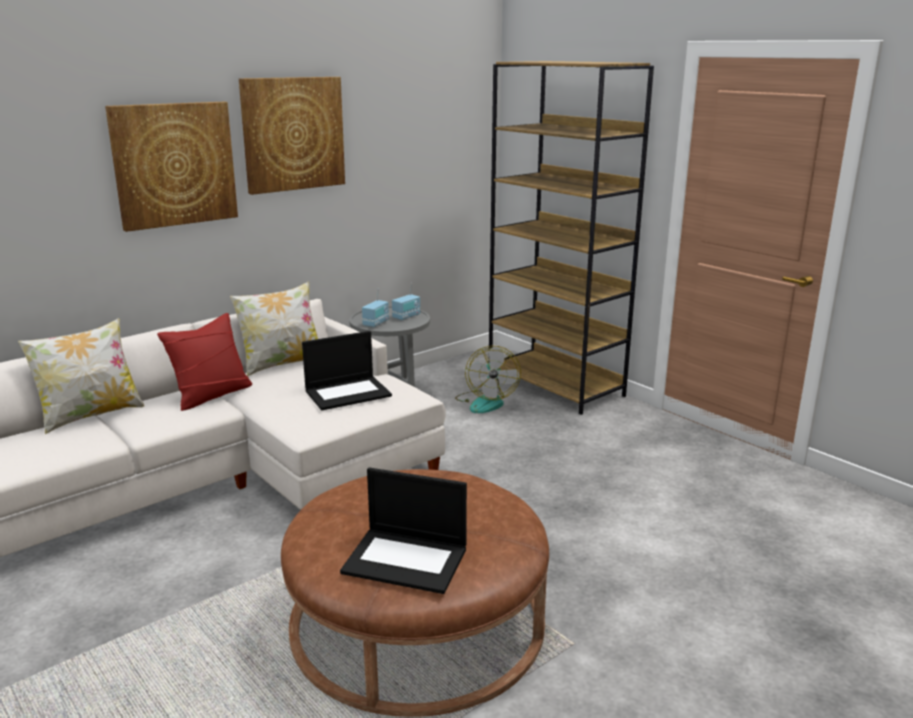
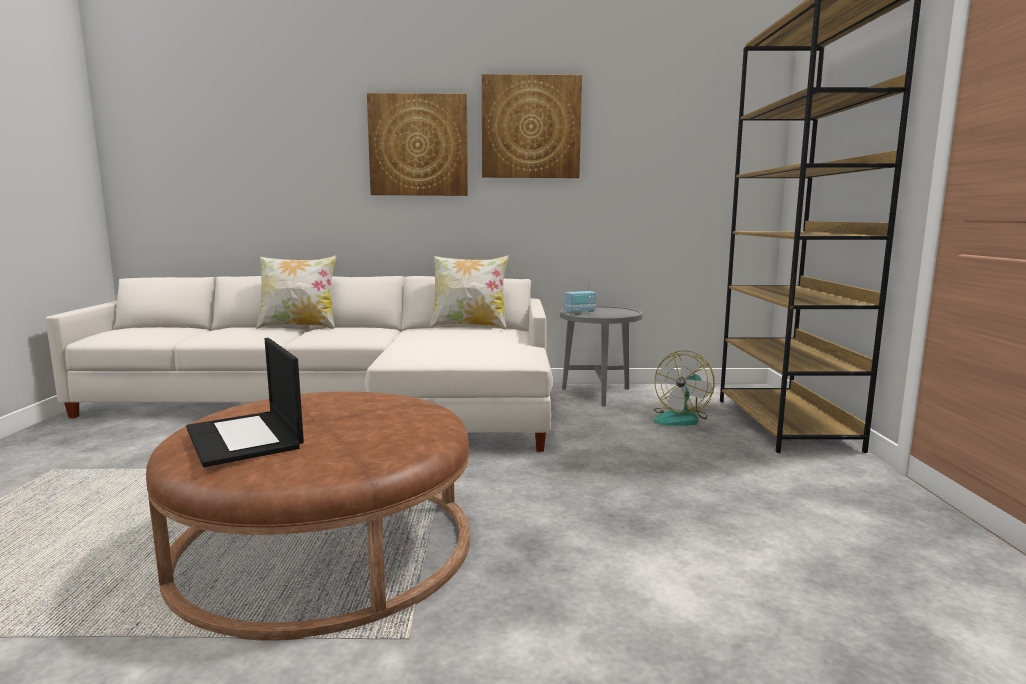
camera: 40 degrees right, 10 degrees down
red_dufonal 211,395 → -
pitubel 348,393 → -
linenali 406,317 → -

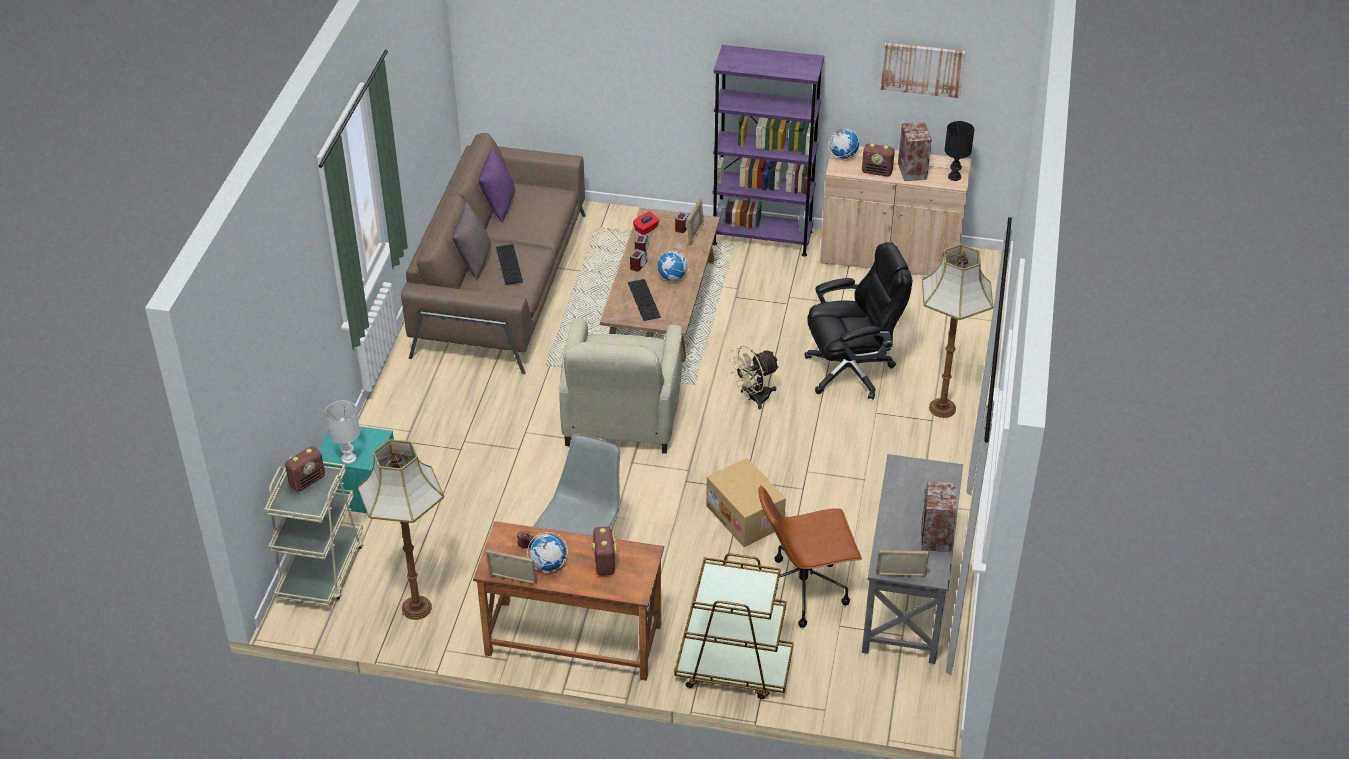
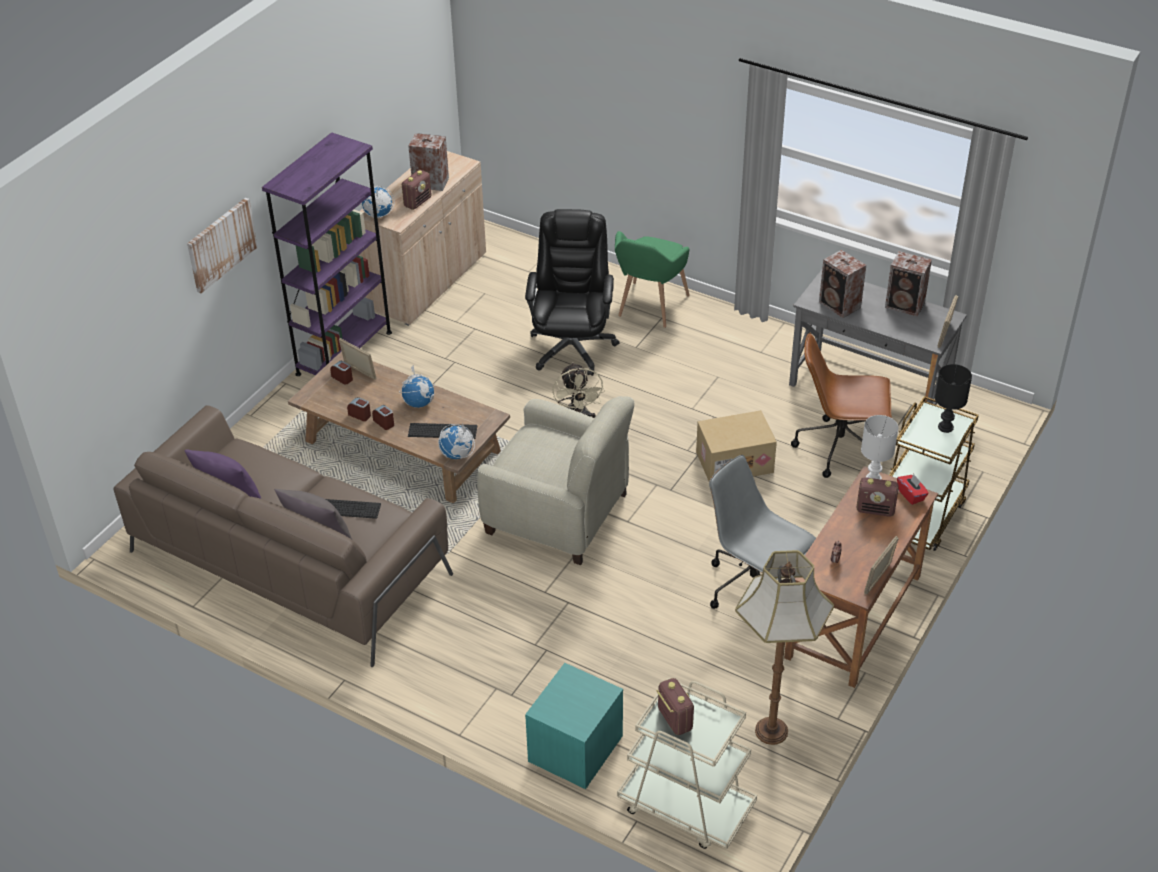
camera: 70 degrees left, 0 degrees up
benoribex 922,69 → benoribex 221,244, moved
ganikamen 548,565 → ganikamen 457,455, moved
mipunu 941,408 → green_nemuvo 649,308
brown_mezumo 804,589 → brown_mezumo 840,448, 90 degrees clockwise
- → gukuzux 840,305
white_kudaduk 348,459 → white_kudaduk 874,479, moved
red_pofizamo 646,229 → red_pofizamo 911,495, moved
black_kudaduk 955,177 → black_kudaduk 946,427, moved

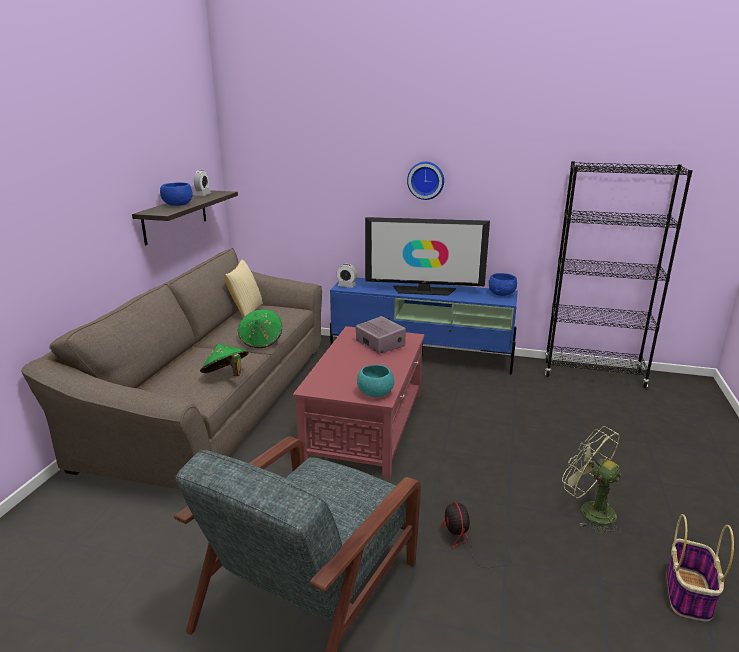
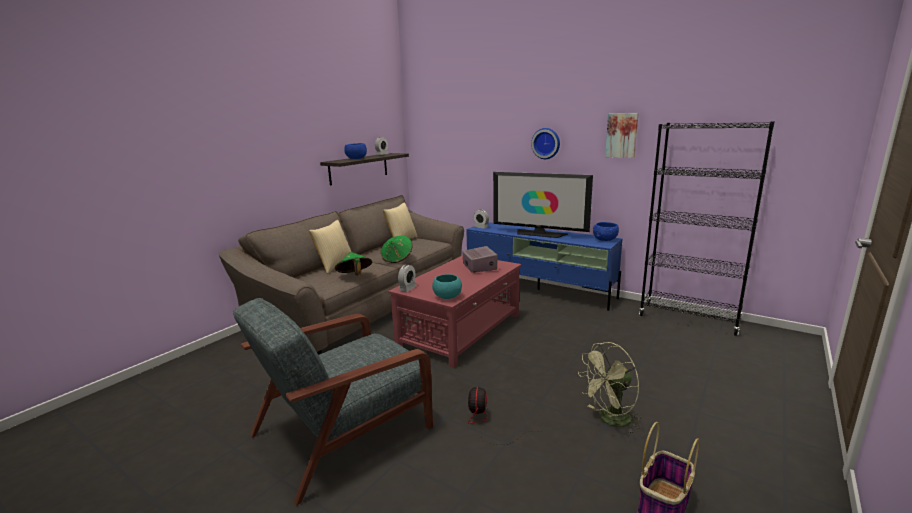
camera: 20 degrees right, 5 degrees down
- → dufonal 334,266
- → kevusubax 407,288
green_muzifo 589,510 → green_muzifo 610,420, 90 degrees counterclockwise
- → benoribex 621,135

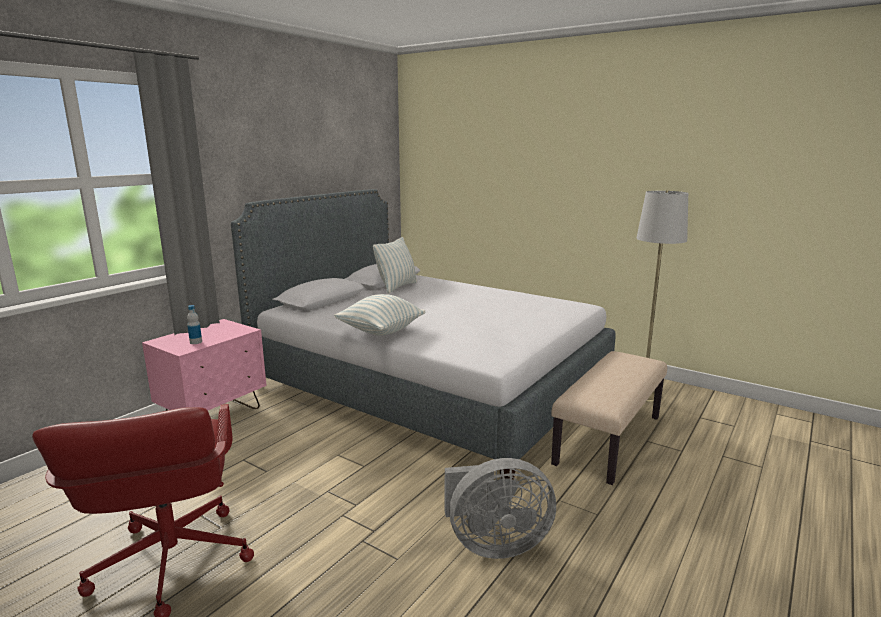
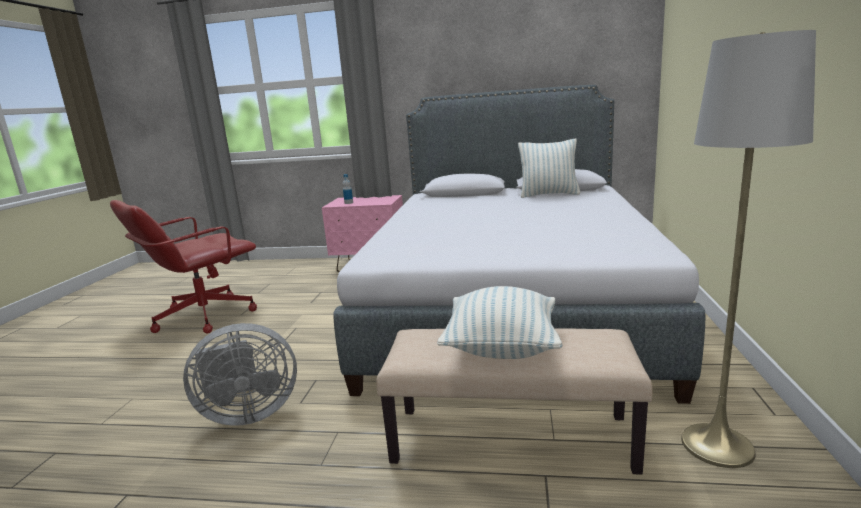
camera: 65 degrees right, 0 degrees up
grey_muzifo 494,544 → grey_muzifo 247,413, 75 degrees counterclockwise
dufonal 380,331 → dufonal 502,348, moved

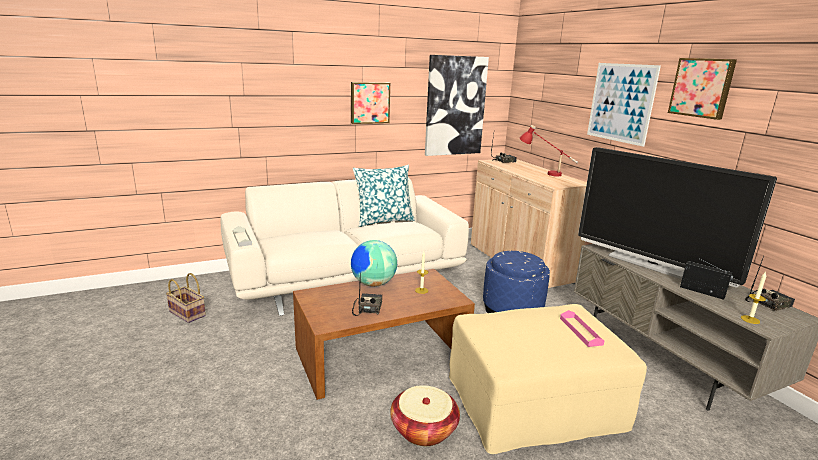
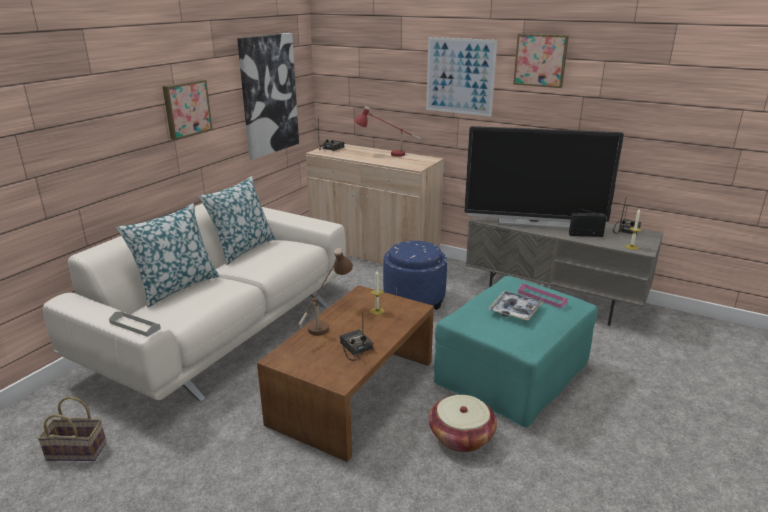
camera: 35 degrees left, 5 degrees up
- → dufonal 177,287
ganikamen 373,284 → brown_kudaduk 326,322
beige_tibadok 534,403 → turquoise_tibadok 511,374
- → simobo 515,310

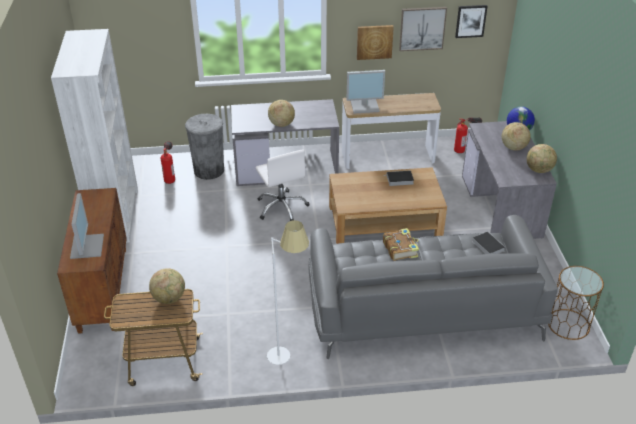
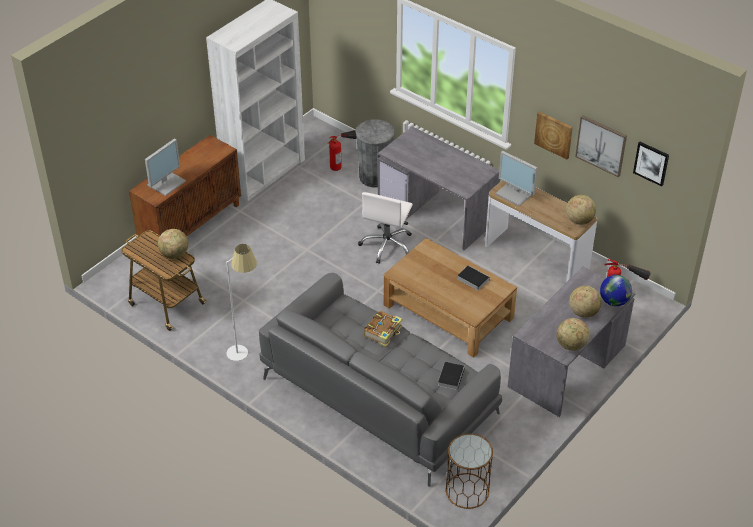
camera: 45 degrees right, 5 degrees up
ganikamen 281,124 → ganikamen 579,220, moved

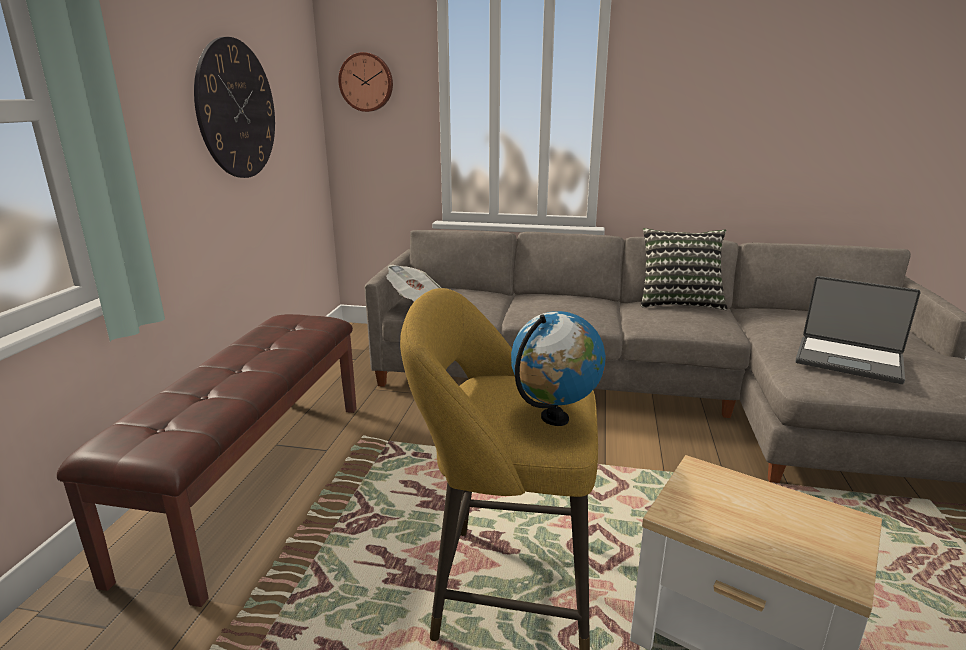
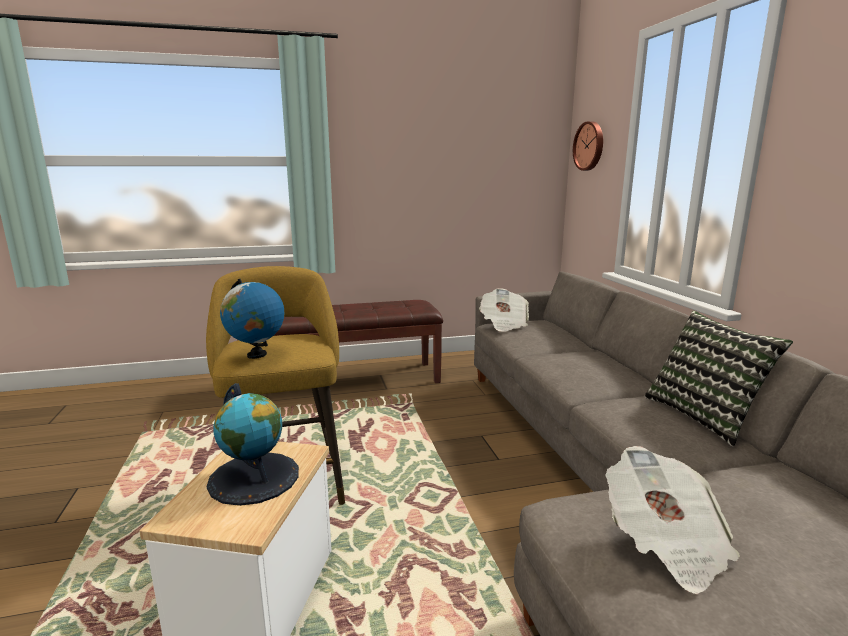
camera: 65 degrees right, 5 degrees down
- → ganikamen 254,477
pitubel 849,360 → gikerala 665,543
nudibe 236,109 → -

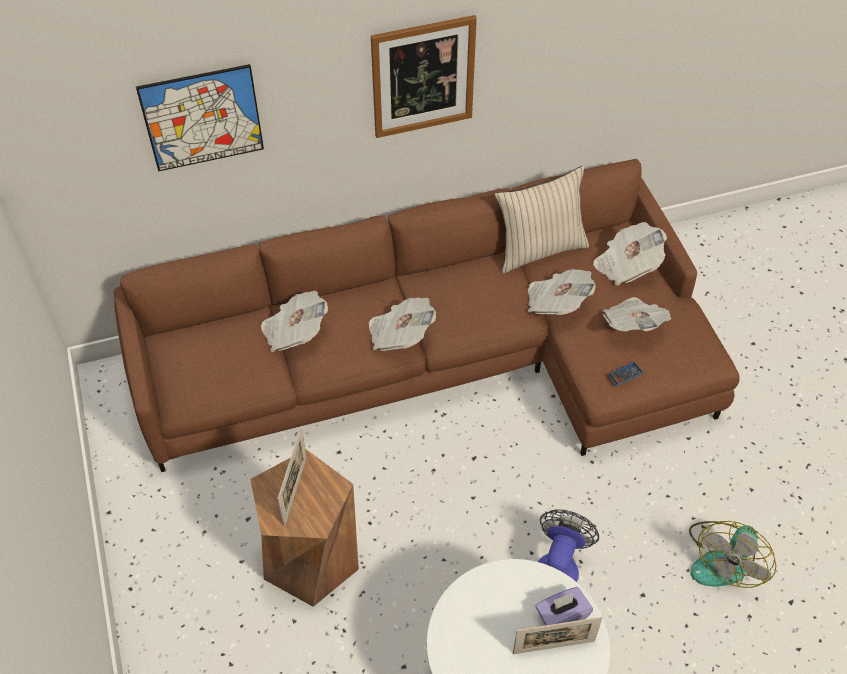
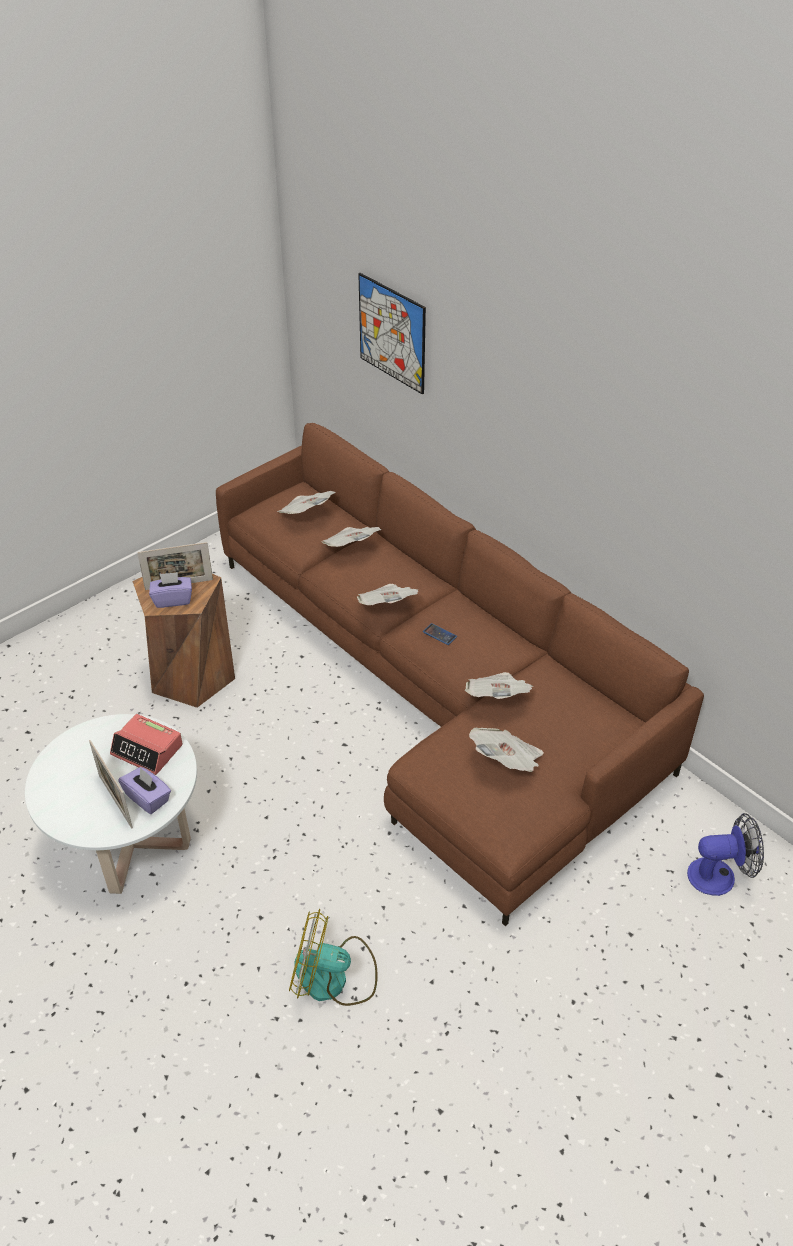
camera: 65 degrees right, 10 degrees down
- → kevusubax 147,750
- → purple_pofizamo 173,599
gikerala 627,265 → gikerala 307,514, moved
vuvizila 625,374 → vuvizila 439,634, moved
muzifo 559,565 → muzifo 719,875, moved
benoribex 423,77 → -
beige_dufonal 539,249 → -

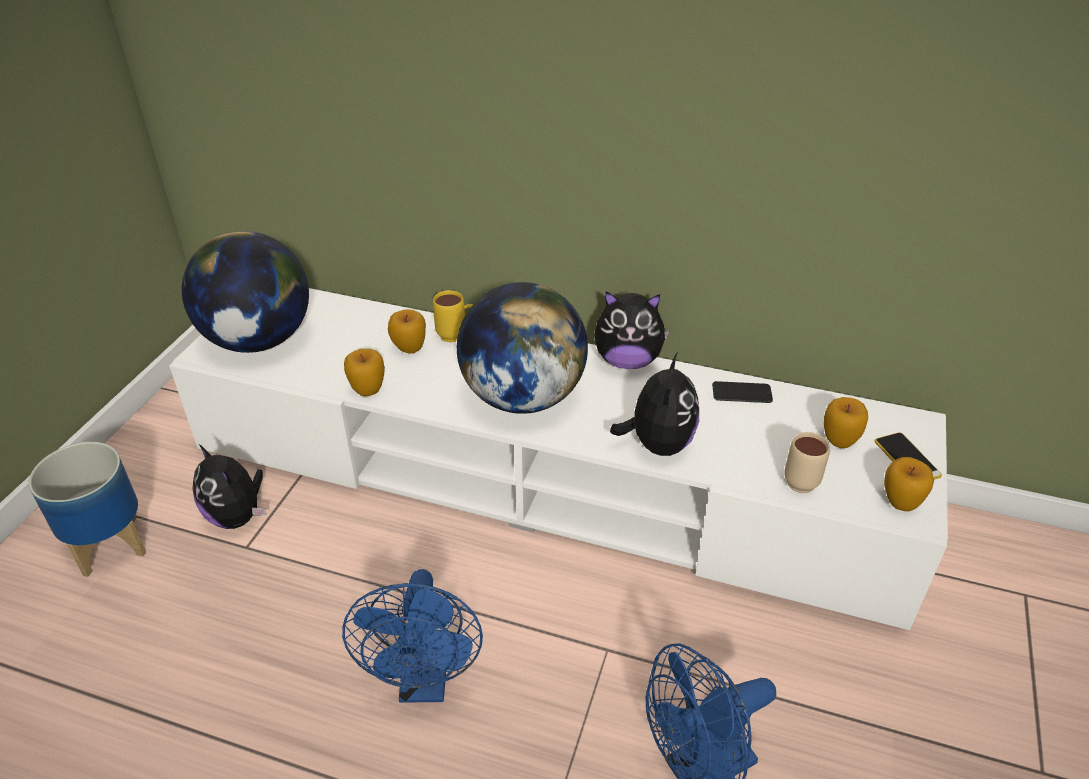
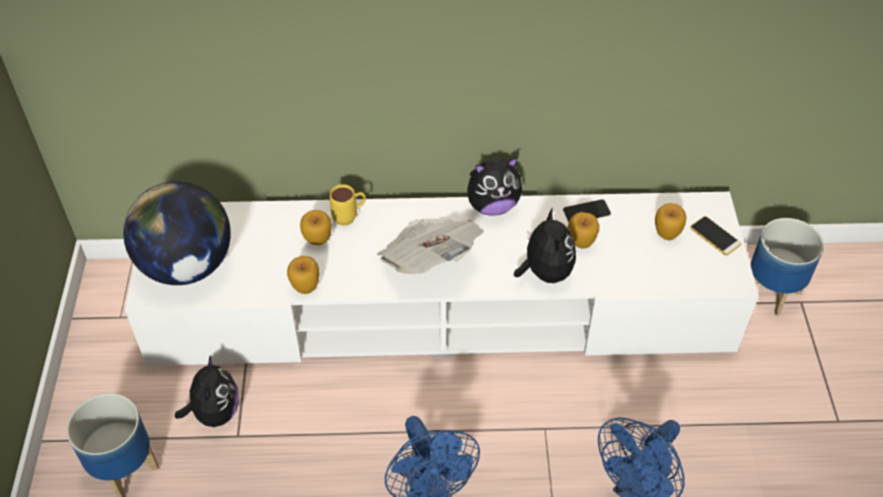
camera: 20 degrees left, 10 degrees up
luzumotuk 238,516 → luzumotuk 215,413, 120 degrees counterclockwise
ganikamen 523,397 → gikerala 429,260
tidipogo 900,503 → tidipogo 581,242, moved
- → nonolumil 772,291
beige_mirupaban 804,480 → -

